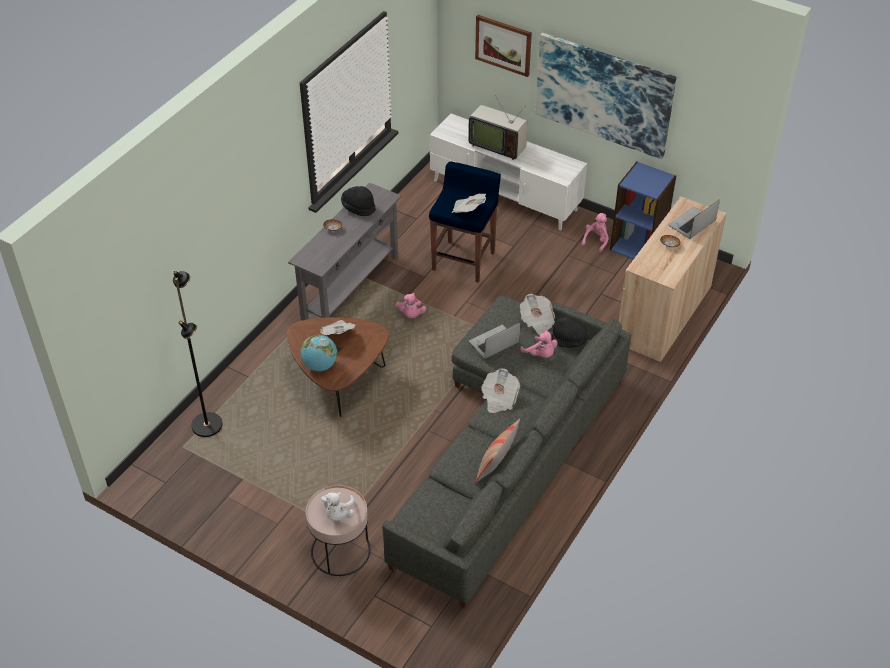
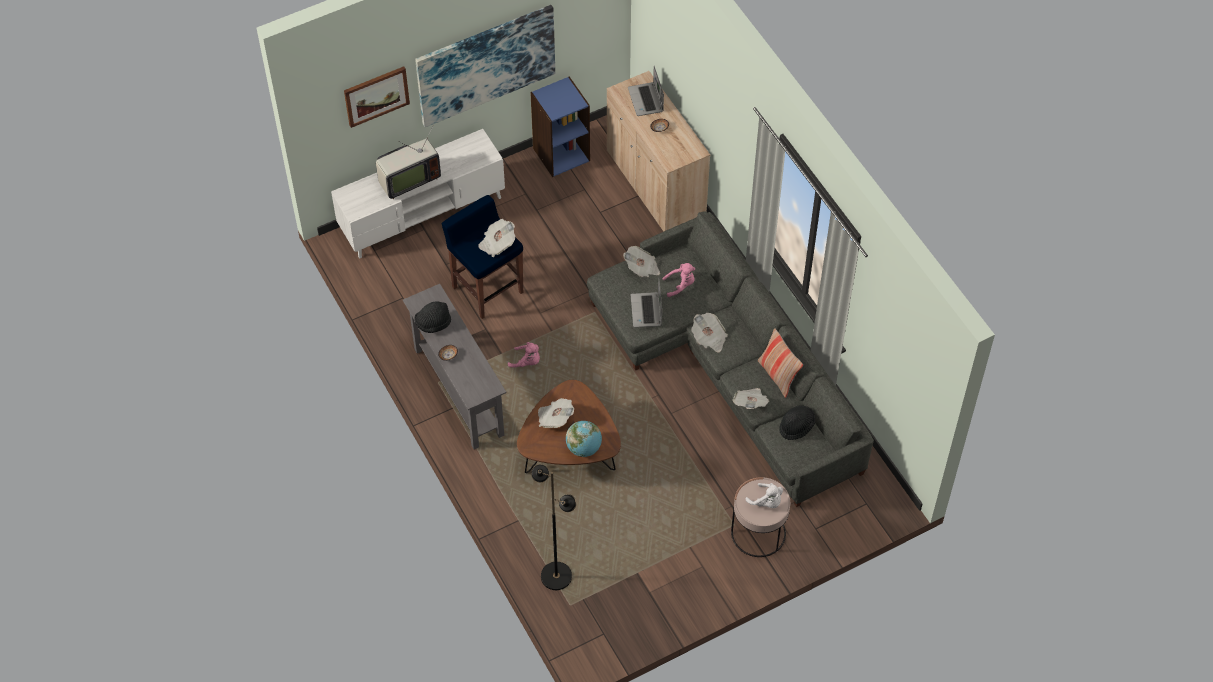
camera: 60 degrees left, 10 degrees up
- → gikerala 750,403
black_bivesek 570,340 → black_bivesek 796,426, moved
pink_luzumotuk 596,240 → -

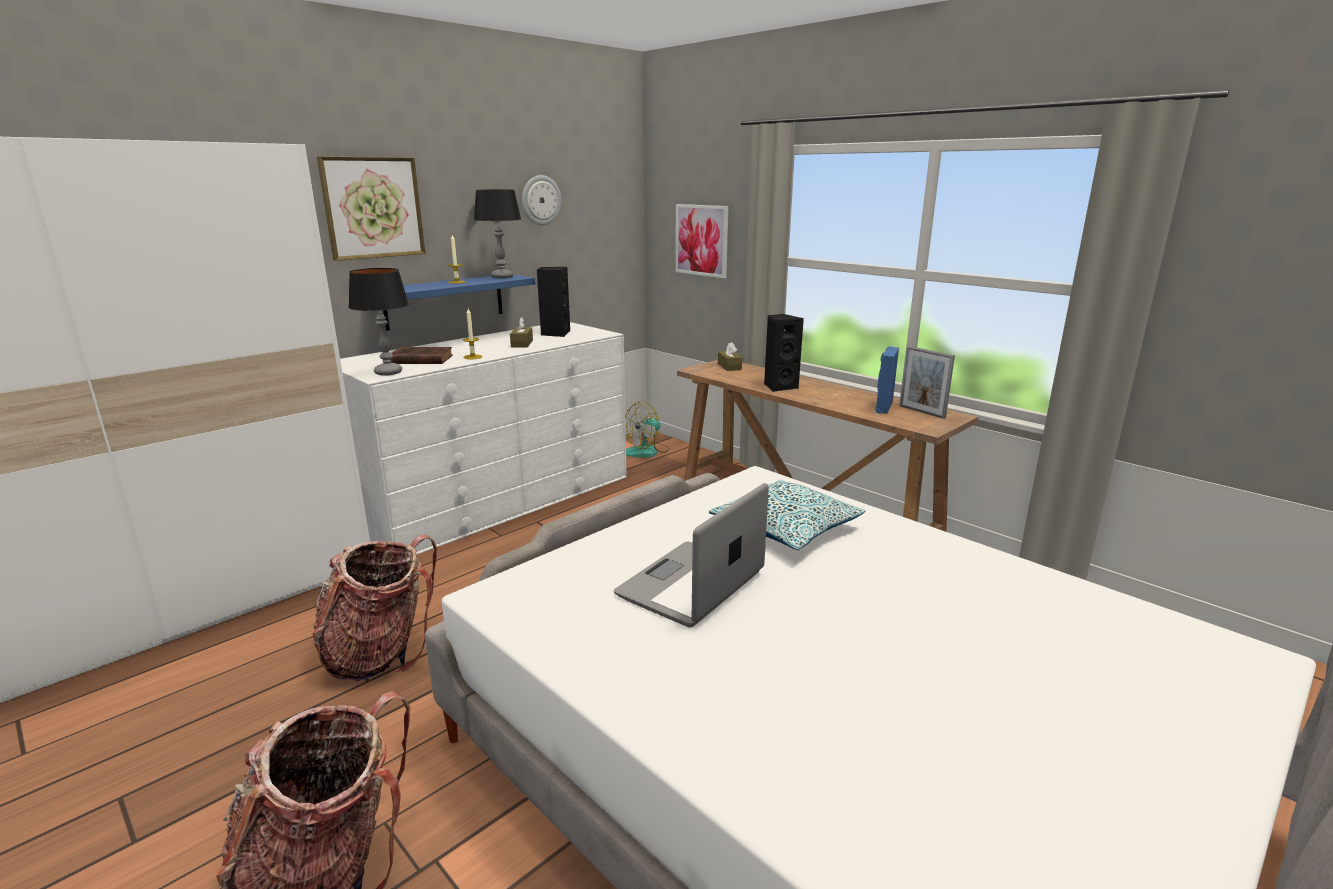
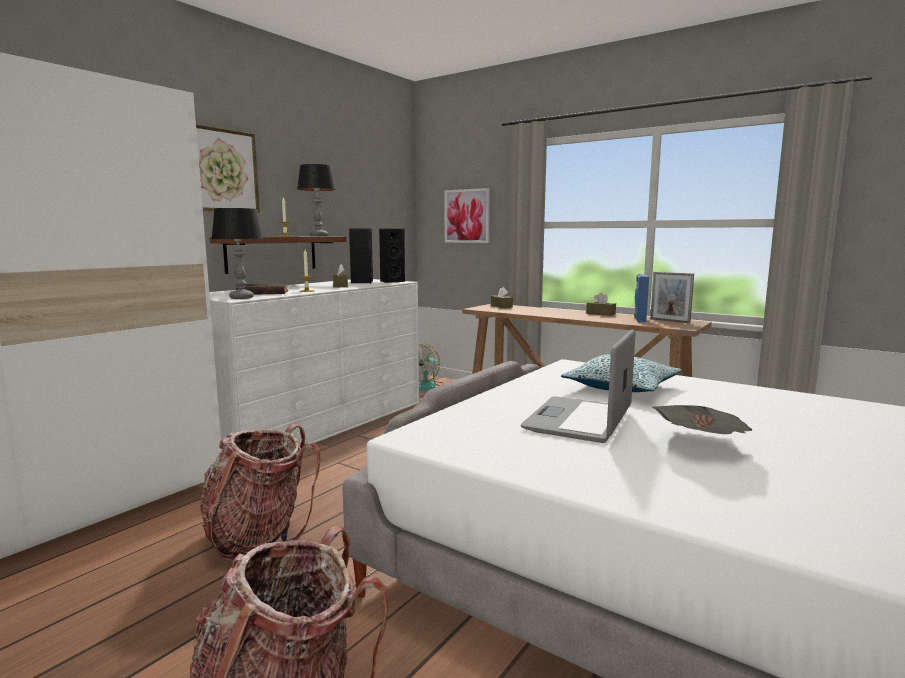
camera: 10 degrees left, 10 degrees down
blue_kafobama 445,301 → brown_kafobama 272,253
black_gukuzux 779,386 → black_gukuzux 391,281, moved
- → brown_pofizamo 600,314
- → gikerala 700,444
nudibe 540,200 → -

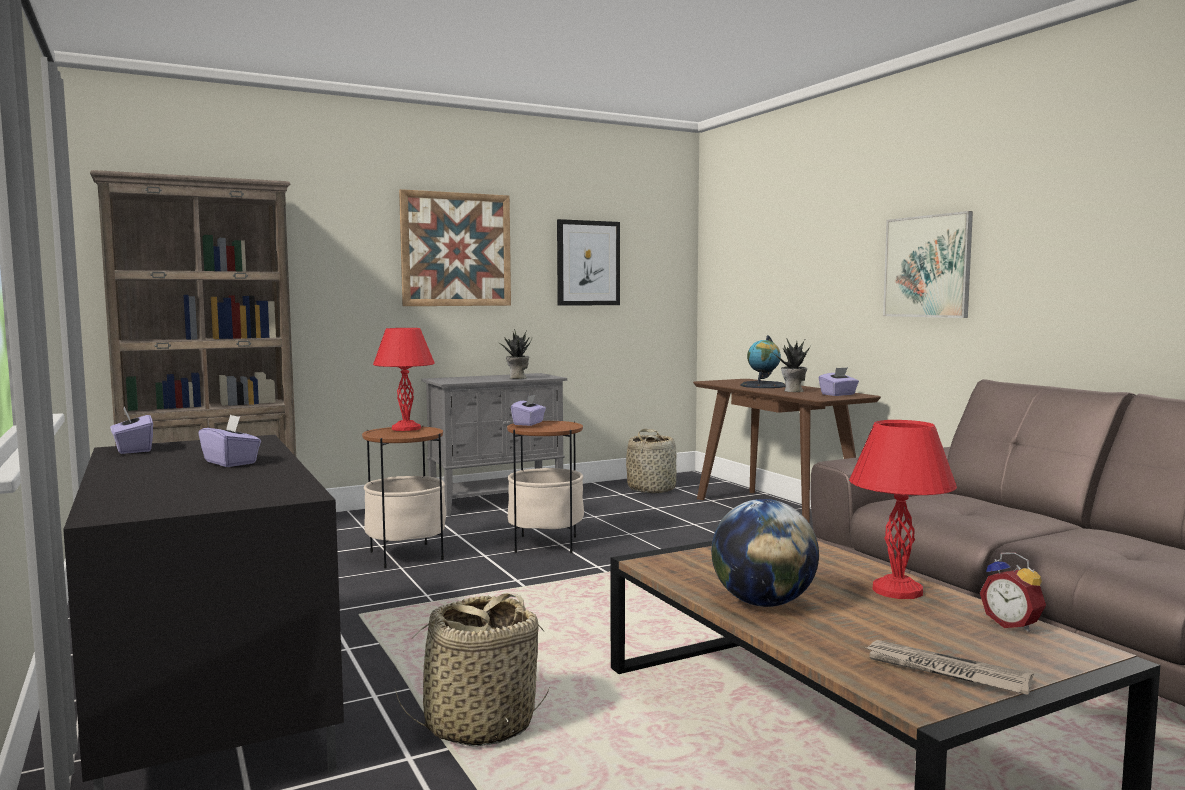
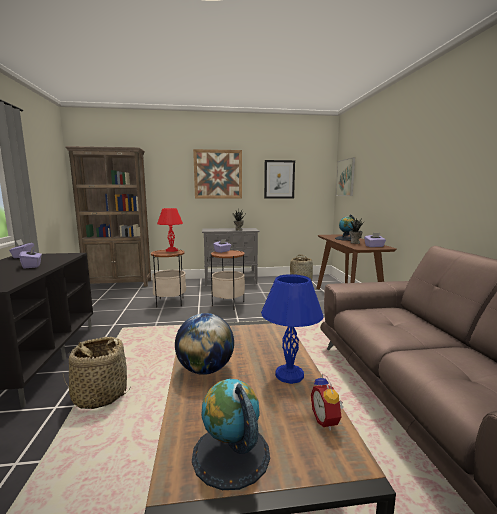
camera: 20 degrees right, 5 degrees up
gikerala 945,671 → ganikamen 230,454
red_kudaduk 897,590 → blue_kudaduk 290,374
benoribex 927,266 → benoribex 345,177, moved

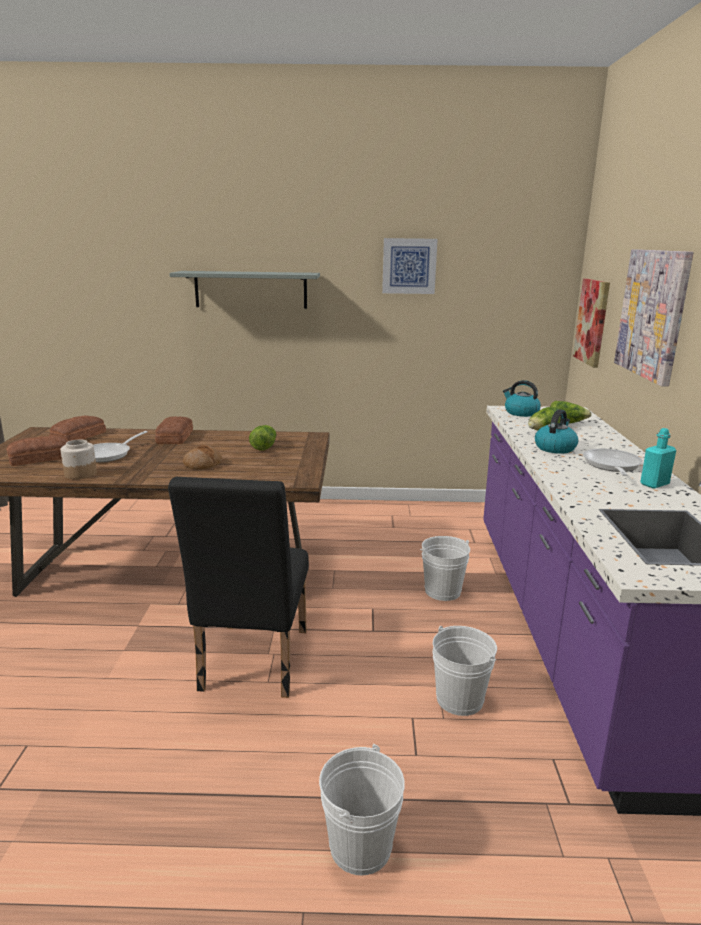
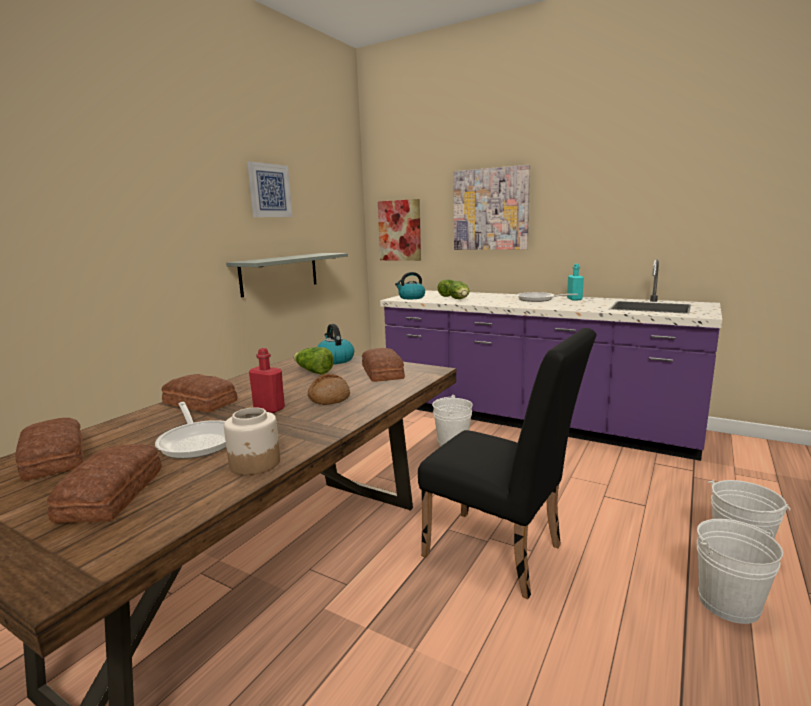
camera: 60 degrees left, 5 degrees down
grey_kafobama 251,289 → grey_kafobama 280,273, moved
- → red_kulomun 269,409
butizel 555,448 → butizel 335,360, moved
- → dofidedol 383,372
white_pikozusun 460,699 → white_pikozusun 728,603, moved

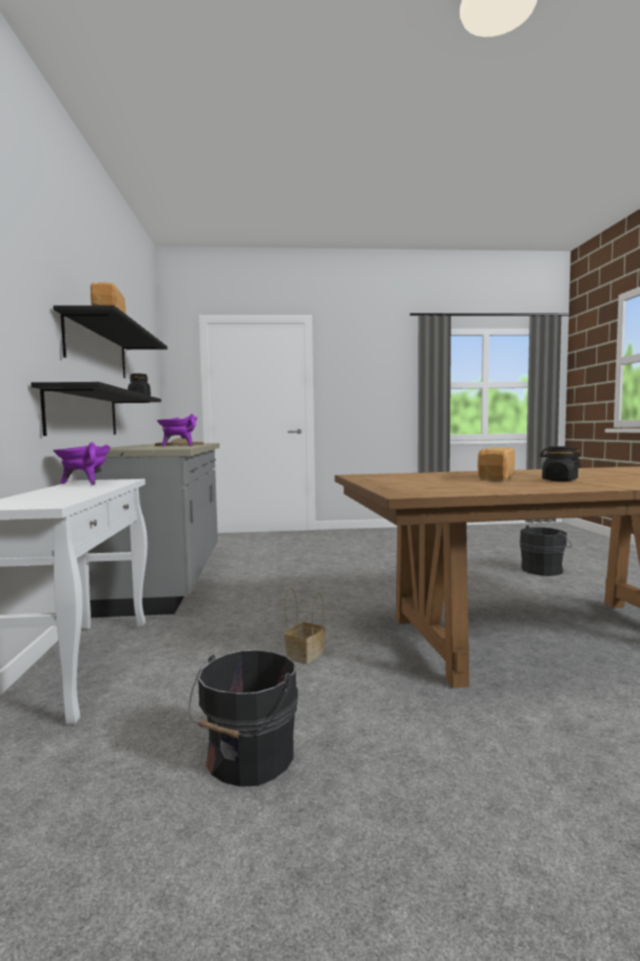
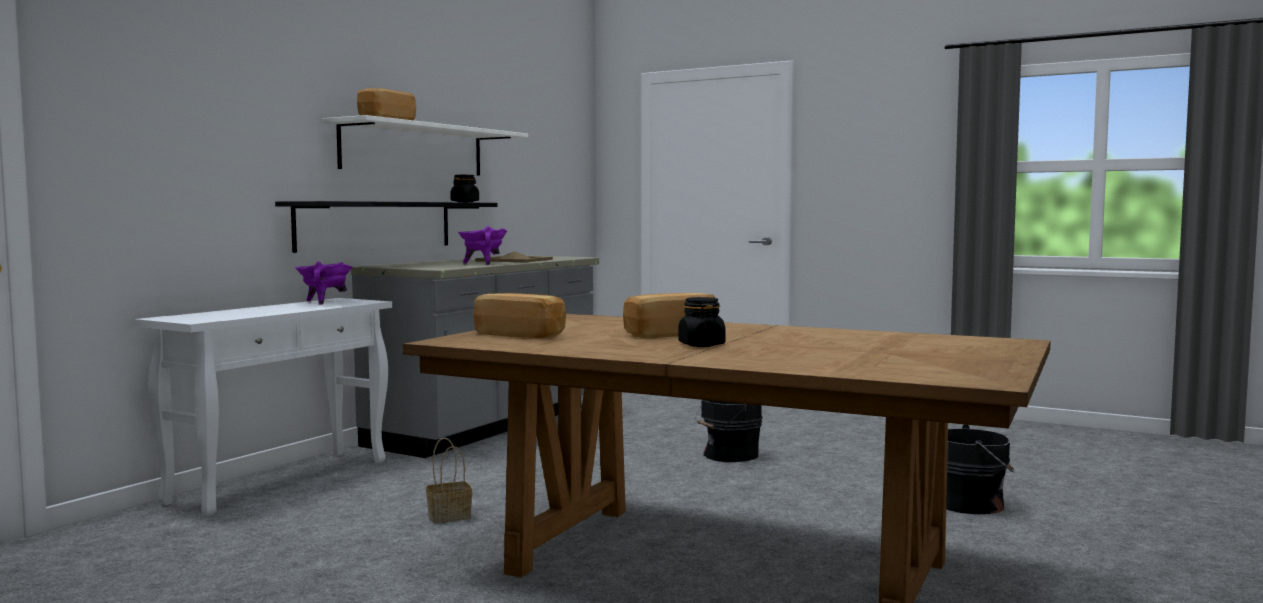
camera: 35 degrees right, 0 degrees up
black_kafobama 97,349 → white_kafobama 414,150
- → dofidedol 520,334
black_pikozusun 247,759 → black_pikozusun 728,455, moved

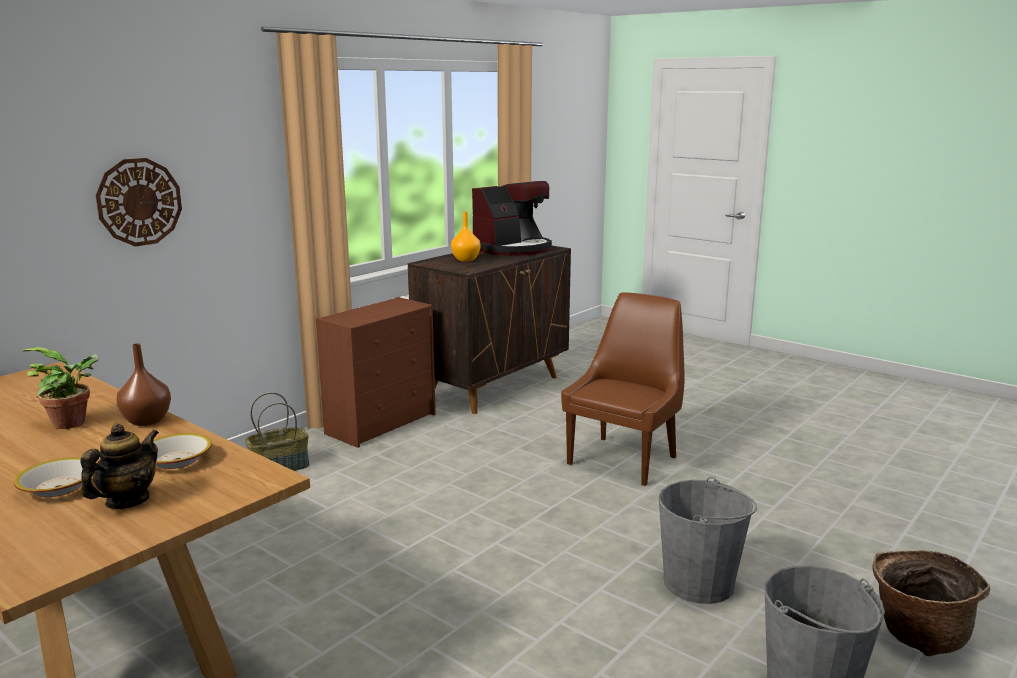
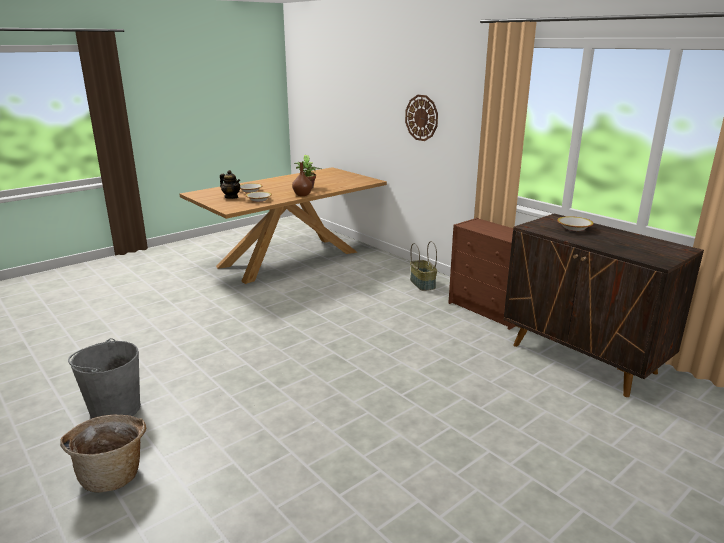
camera: 100 degrees right, 5 degrees up
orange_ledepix 466,260 → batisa 574,228
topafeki 513,249 → -
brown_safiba 624,459 → -
grey_pikozusun 699,583 → -

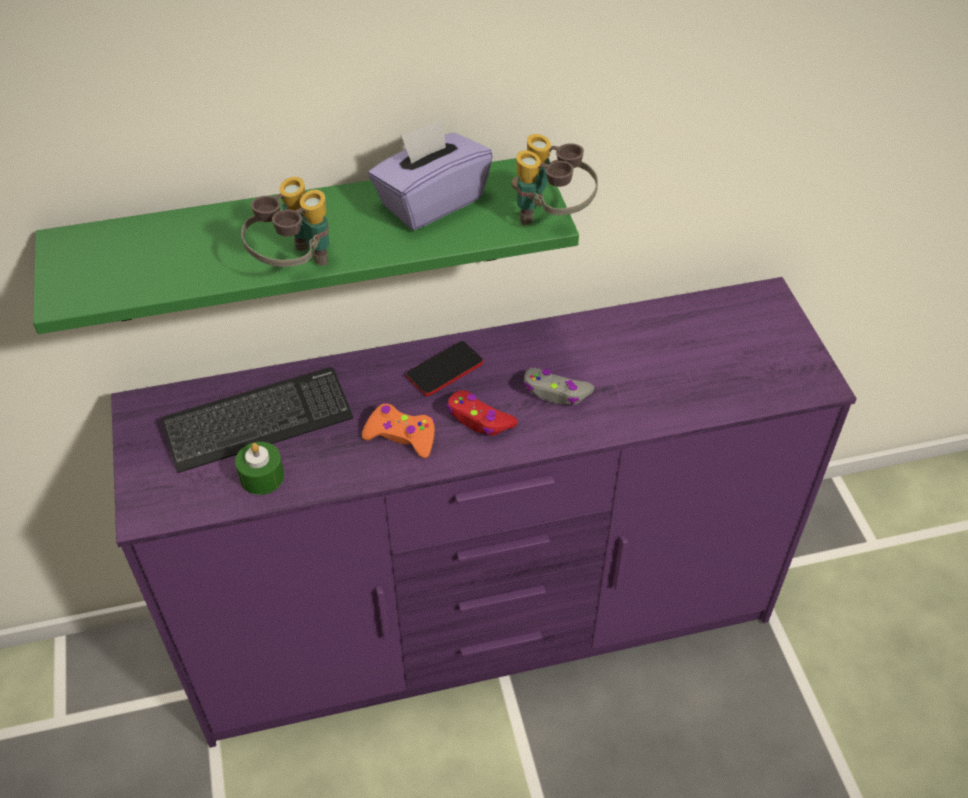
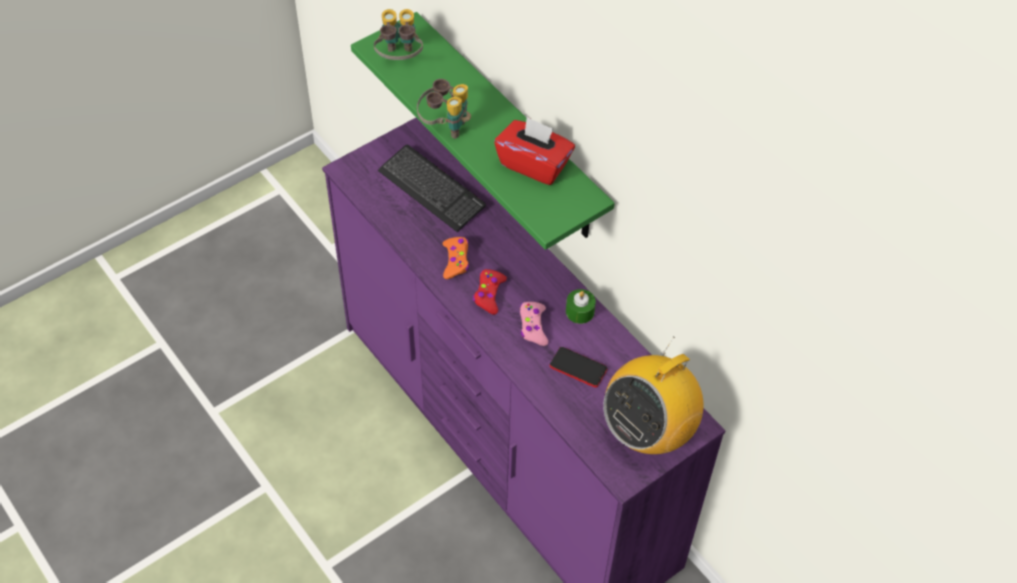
camera: 65 degrees right, 5 degrees up
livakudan 551,218 → livakudan 399,59, moved
purple_pofizamo 431,202 → red_pofizamo 534,164
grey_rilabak 556,392 → pink_rilabak 533,327
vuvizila 445,370 → vuvizila 578,368, moved
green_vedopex 262,477 → green_vedopex 580,311, moved
- → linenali 648,430

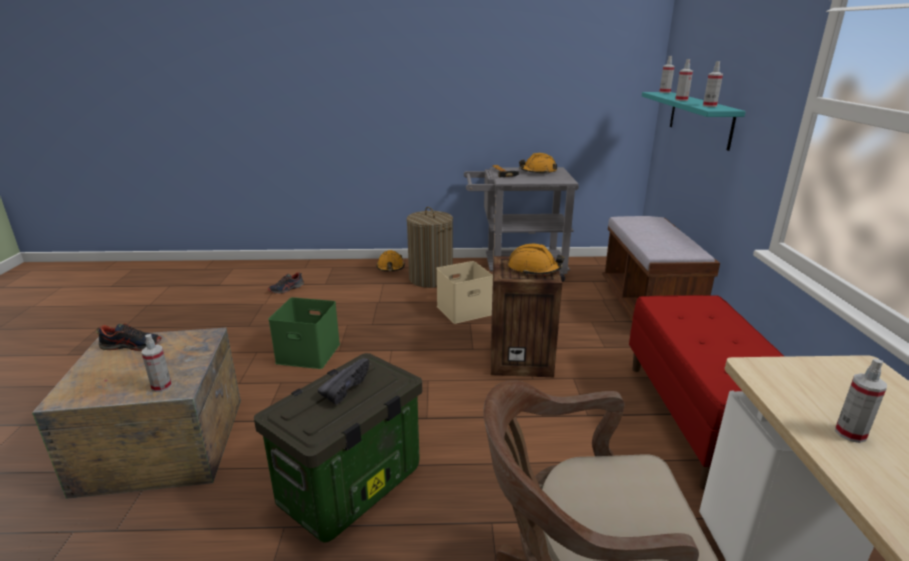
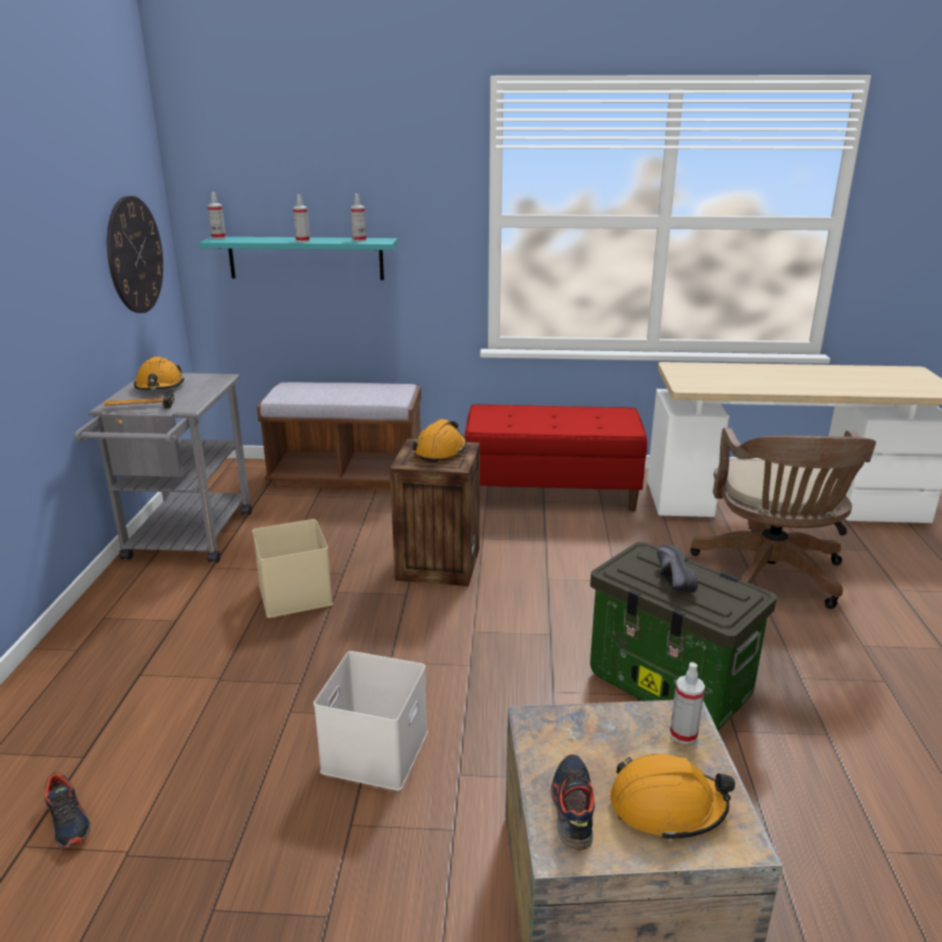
camera: 85 degrees left, 0 degrees up
- → nudibe 135,255
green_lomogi 310,353 → white_lomogi 374,749
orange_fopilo 390,268 → orange_fopilo 667,806, moved
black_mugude 344,387 → black_mugude 669,579, 45 degrees clockwise
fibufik 431,278 → -
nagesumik 850,433 → -

